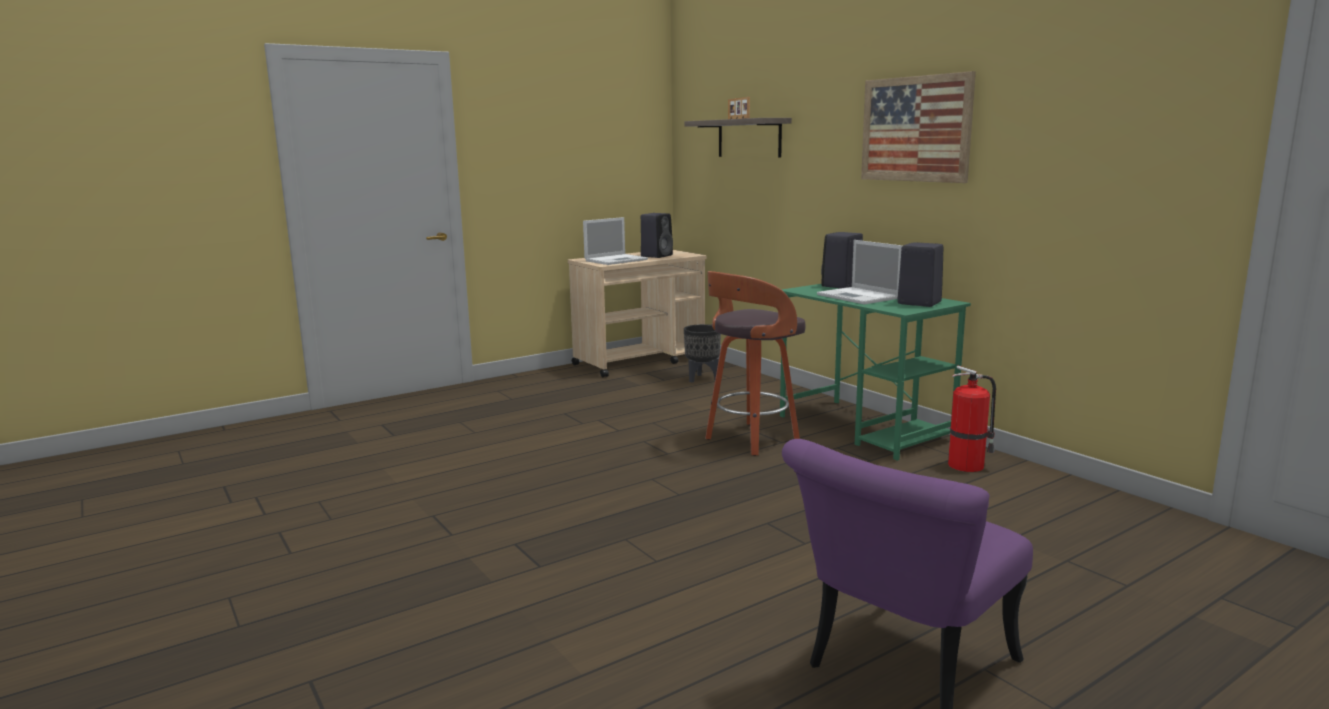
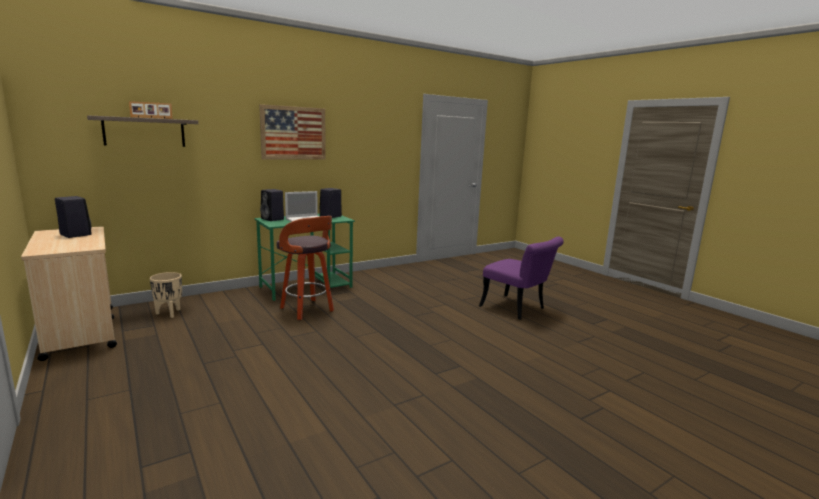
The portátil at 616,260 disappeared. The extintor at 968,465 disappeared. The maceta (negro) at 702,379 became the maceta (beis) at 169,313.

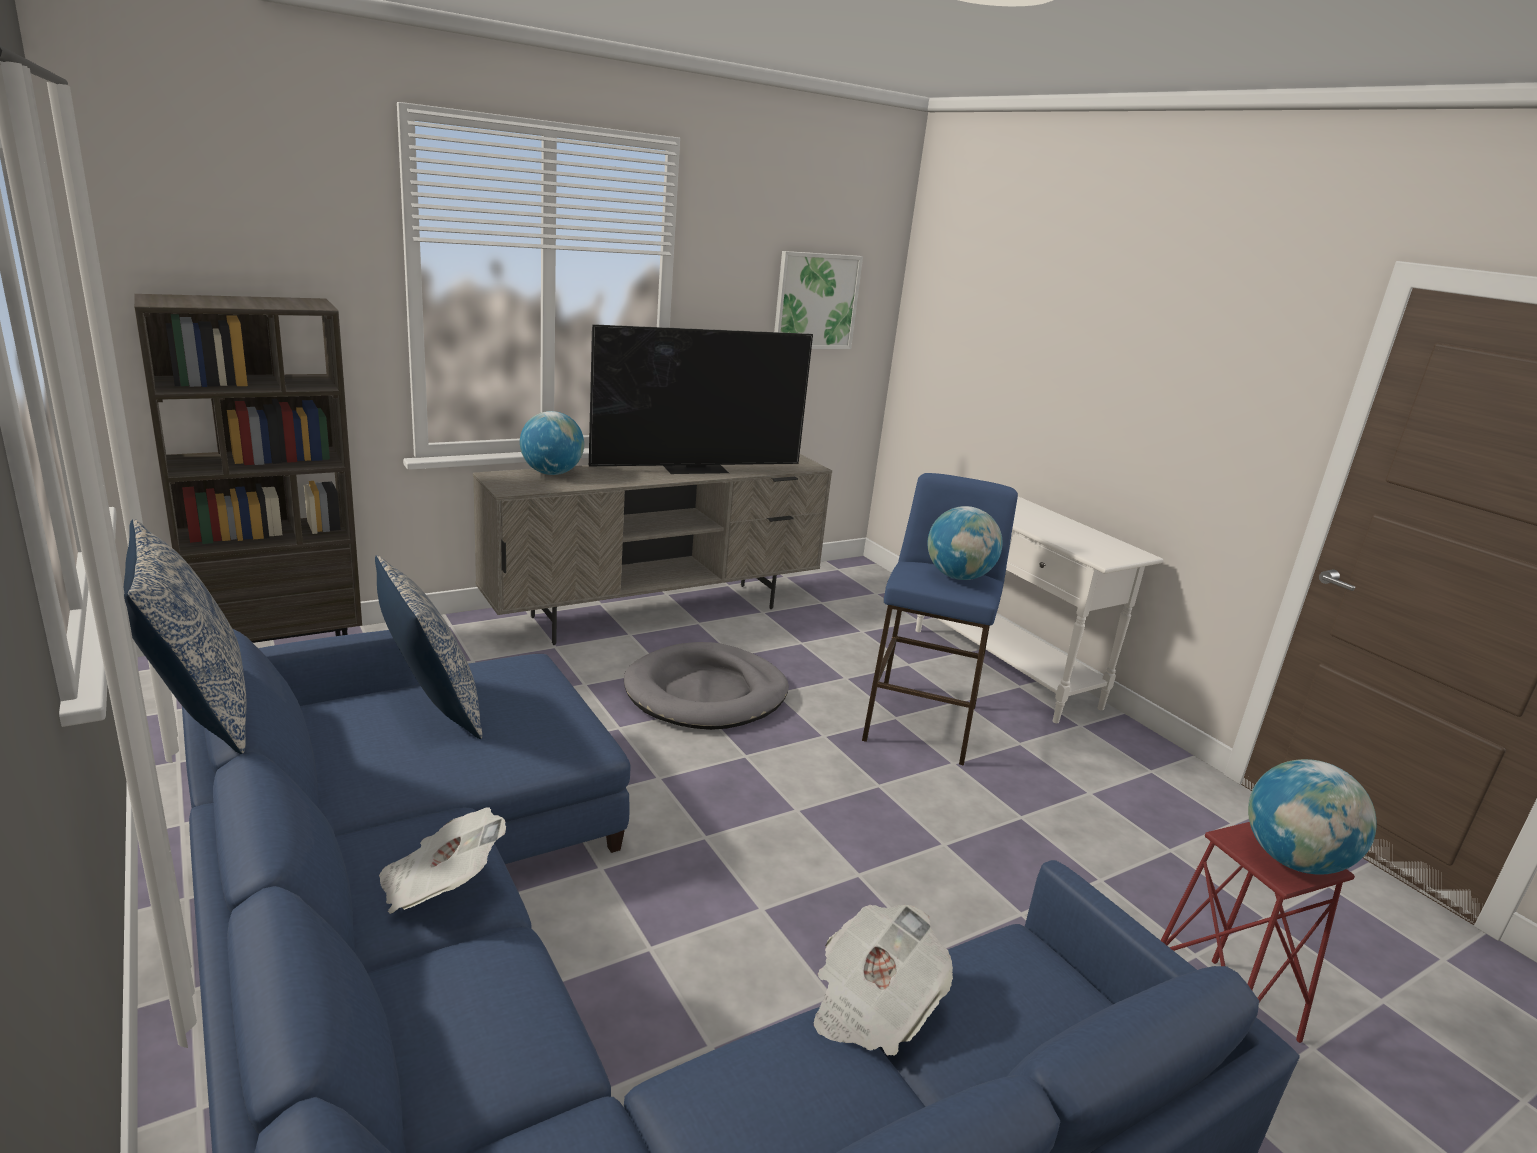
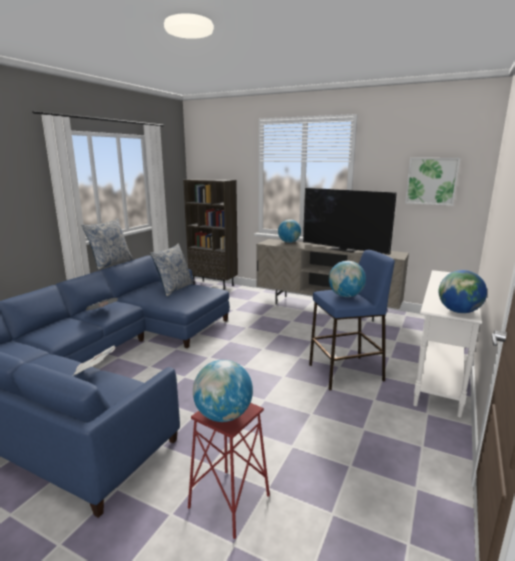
The cama para perro (gris) at 706,693 disappeared. The globo terráqueo at 458,311 appeared.

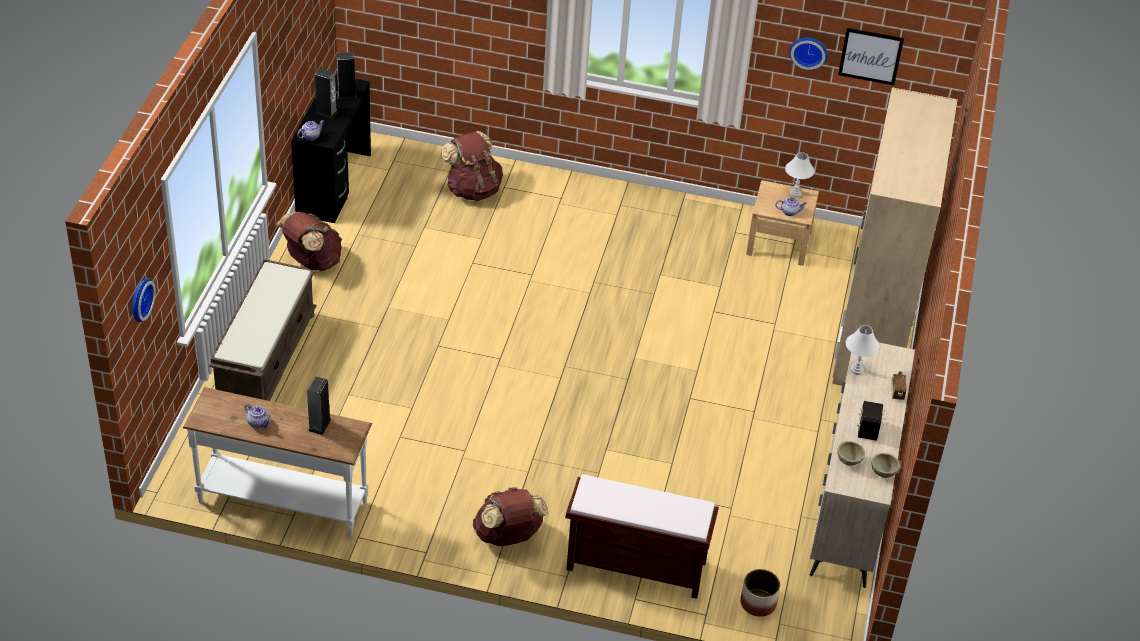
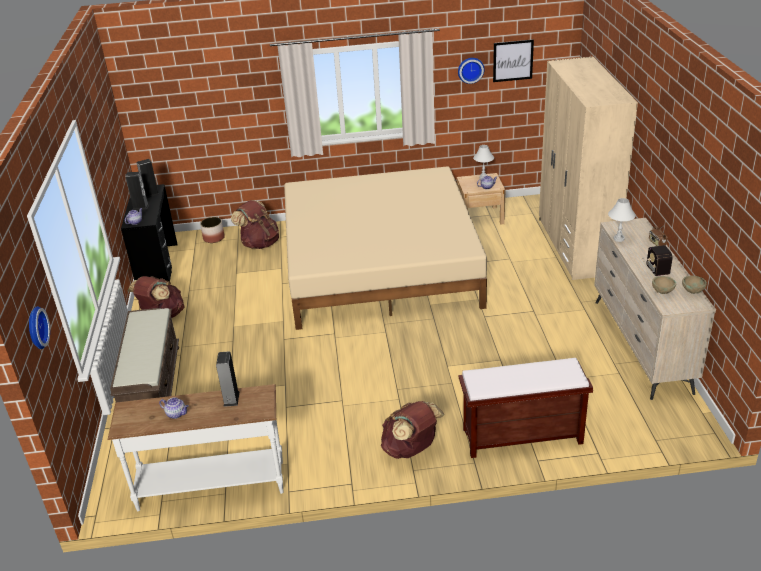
The cama (beis) at 380,265 appeared. The maceta moved from 758,603 to 214,238.

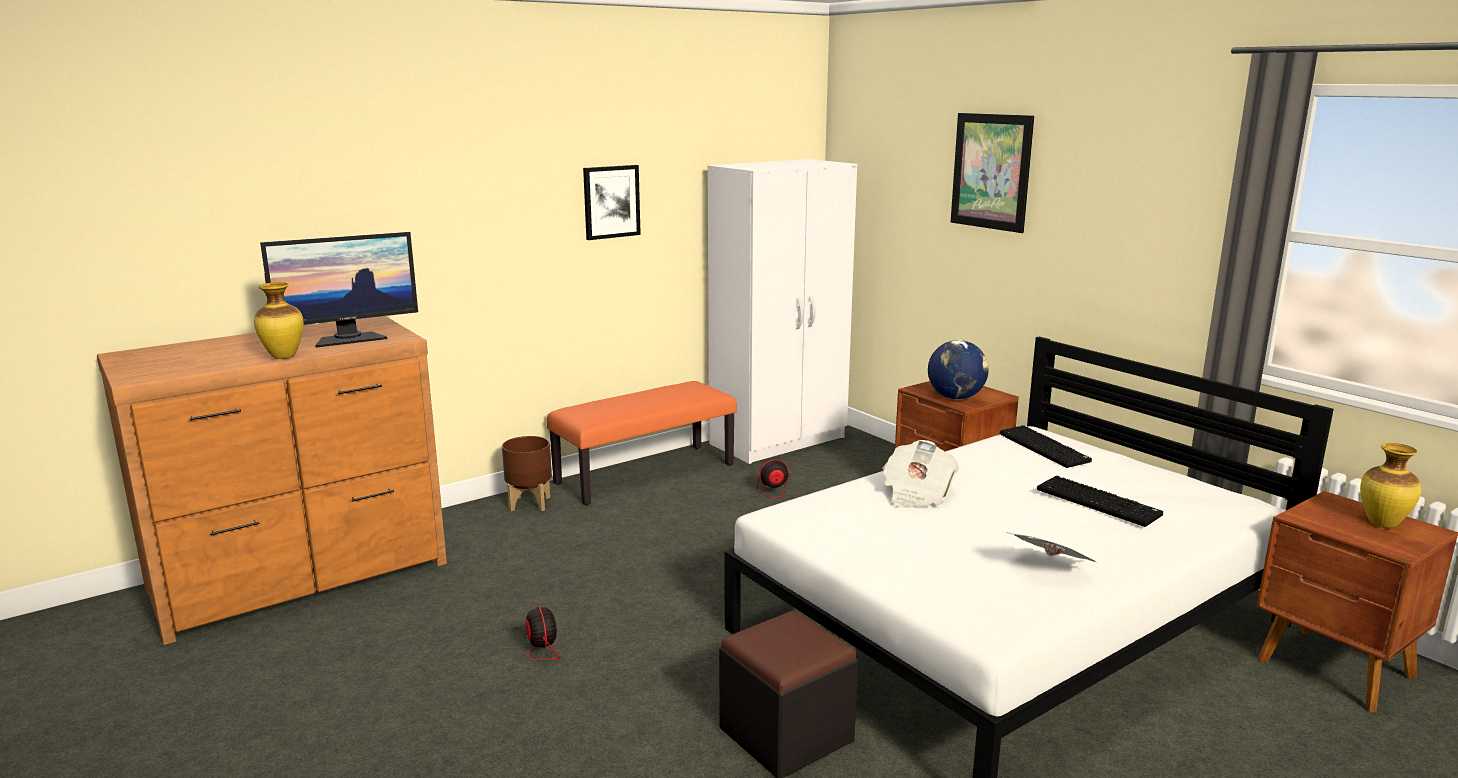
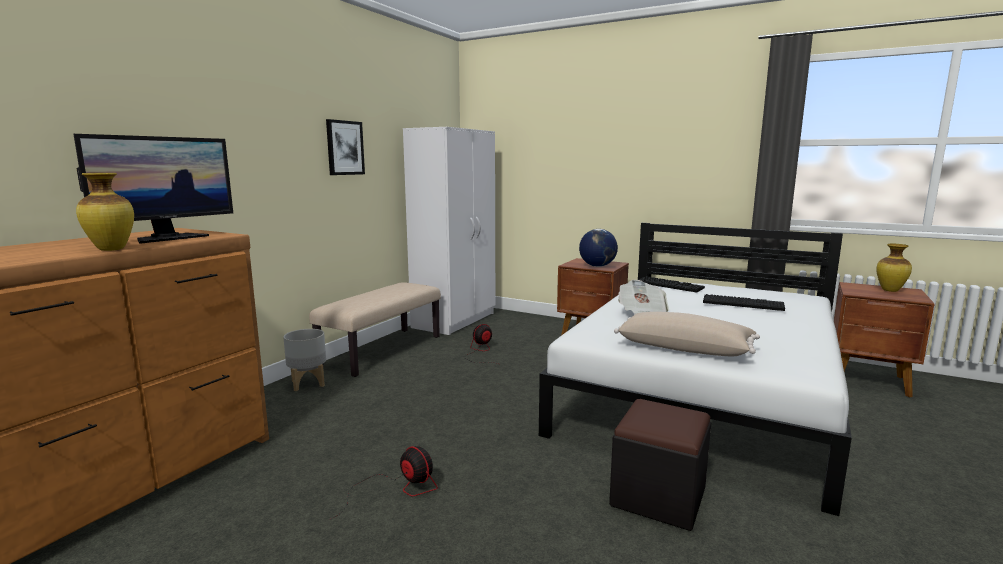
The cuadro at 991,171 disappeared. The periódico at 1051,569 disappeared. The cojín (beis) at 684,348 appeared. The maceta (marrón) at 530,504 became the maceta (gris) at 308,384. The banco (naranja) at 645,473 became the banco (beis) at 382,351.

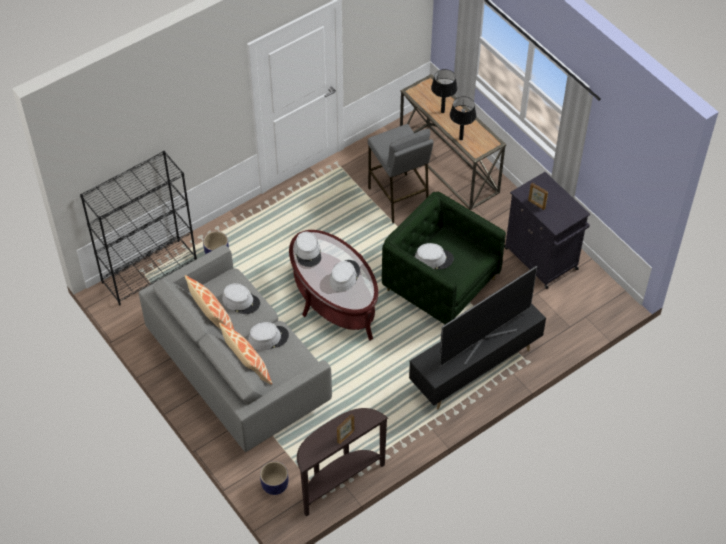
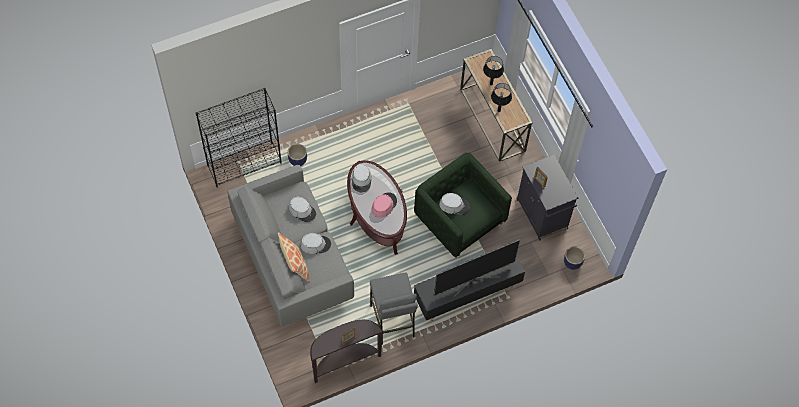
The cojín at 212,321 disappeared. The maceta moved from 275,485 to 572,262. The taburete (gris) moved from 398,199 to 392,321. The sombrero (gris) at 344,276 became the sombrero (rosa) at 384,205.

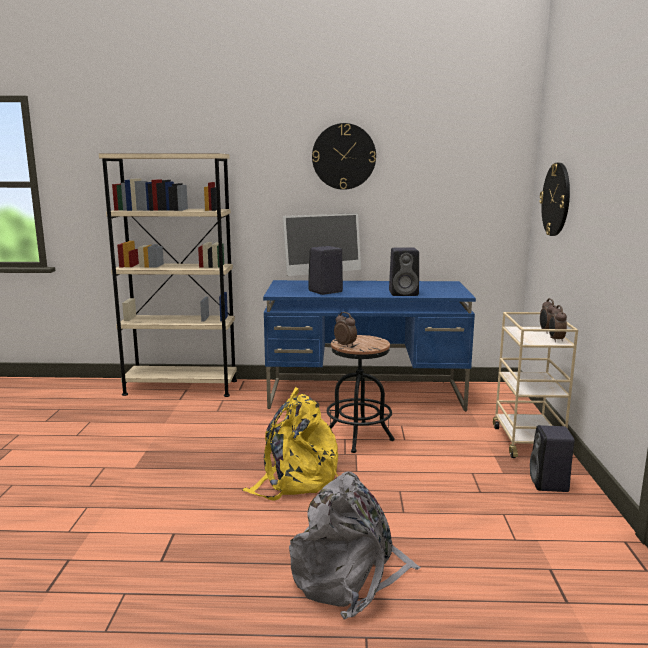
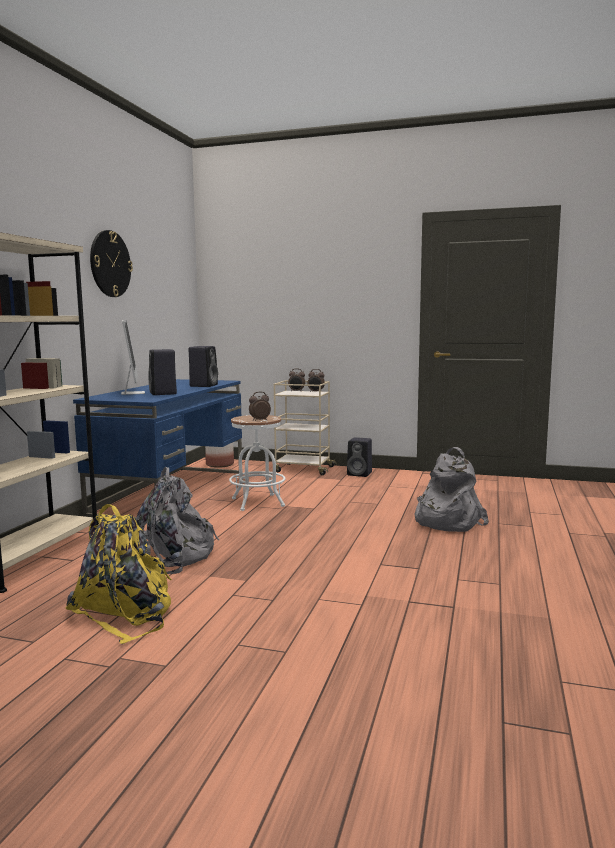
The reloj de pared at 556,199 disappeared. The mochila (gris) at 174,556 appeared. The maceta at 219,464 appeared. The mochila (amarillo) moved from 295,478 to 126,612. The taburete (negro) at 358,437 became the taburete (blanco) at 258,502.

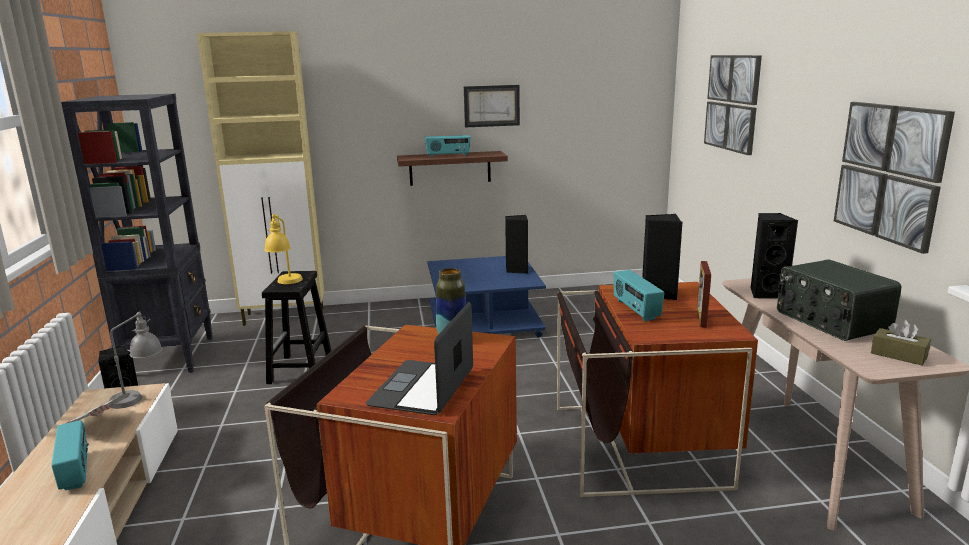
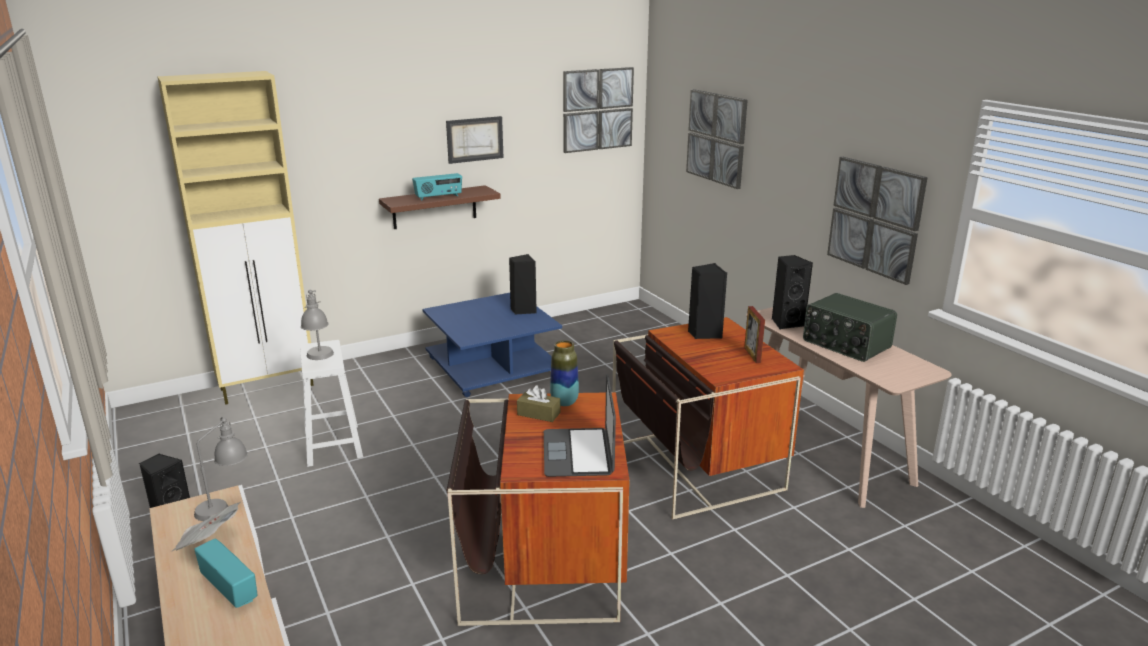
The estantería (negro) at 170,356 disappeared. The radio at 635,310 disappeared. The cuadro at 597,109 appeared. The caja de pañuelos (marrón) moved from 898,355 to 538,414. The taburete (negro) at 300,370 became the taburete (blanco) at 333,445. The lámpara de mesa (amarillo) at 286,283 became the lámpara de mesa (gris) at 320,359.

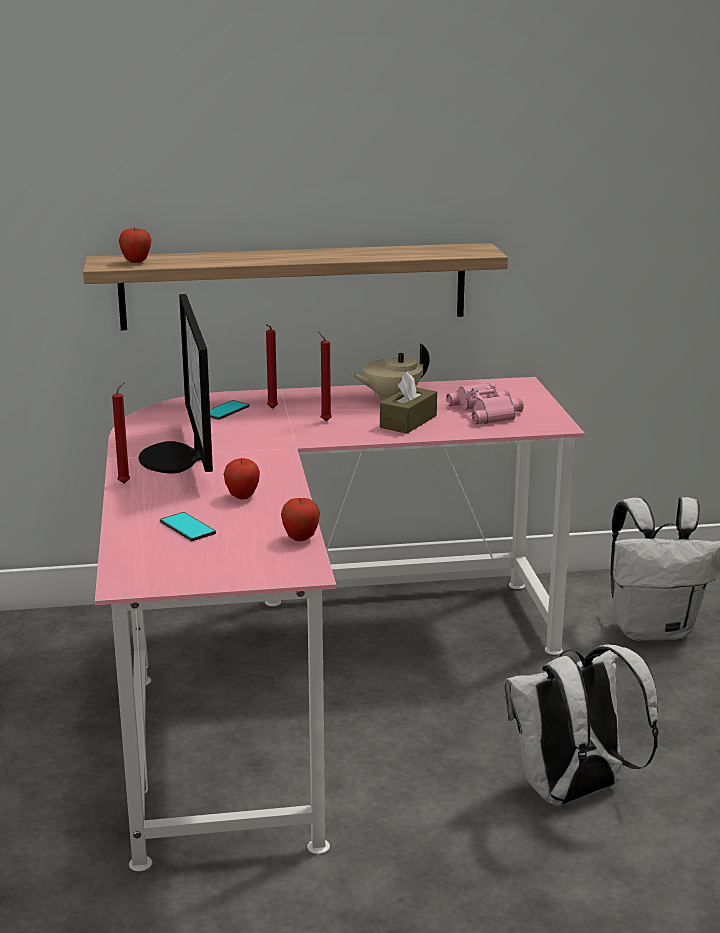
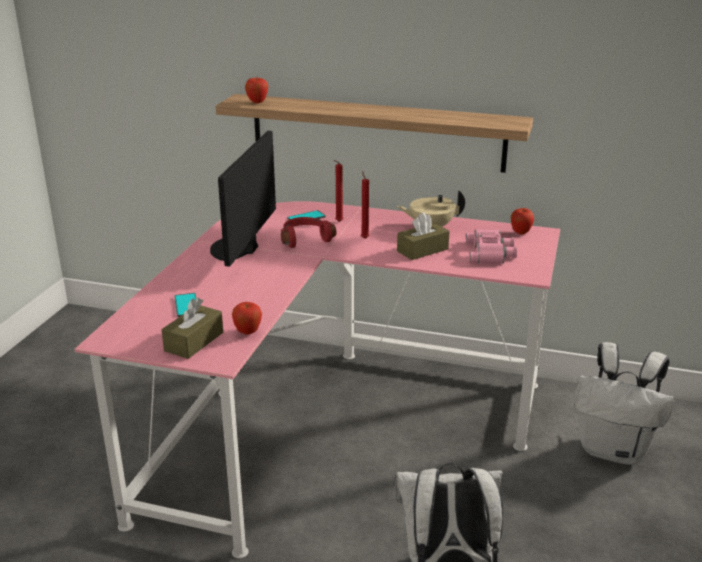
The vela (rojo) at 125,482 disappeared. The caja de pañuelos (marrón) at 194,341 appeared. The auriculares (rojo) at 305,239 appeared. The manzana moved from 242,497 to 520,233.

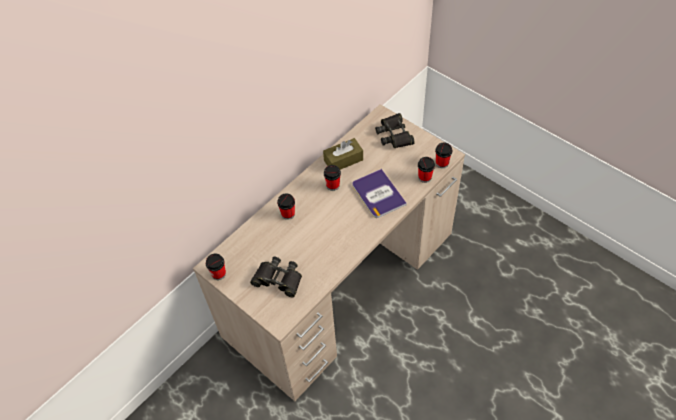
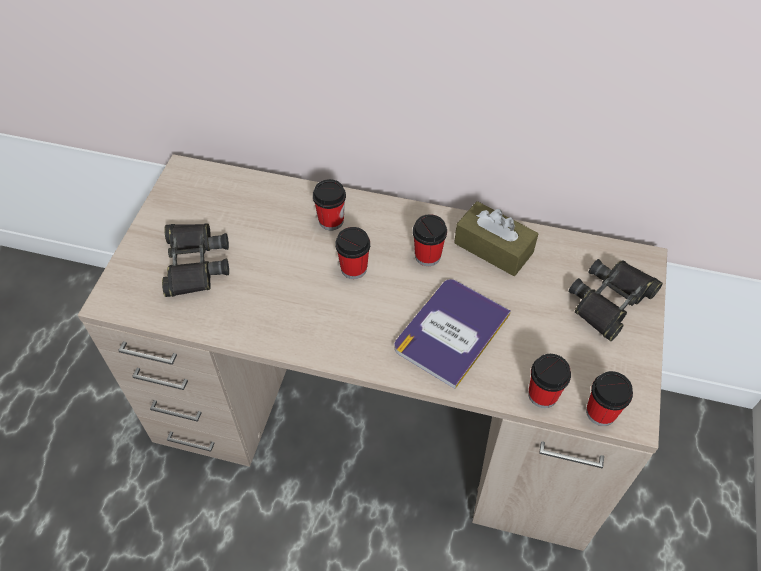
The taza moved from 218,274 to 354,268.

